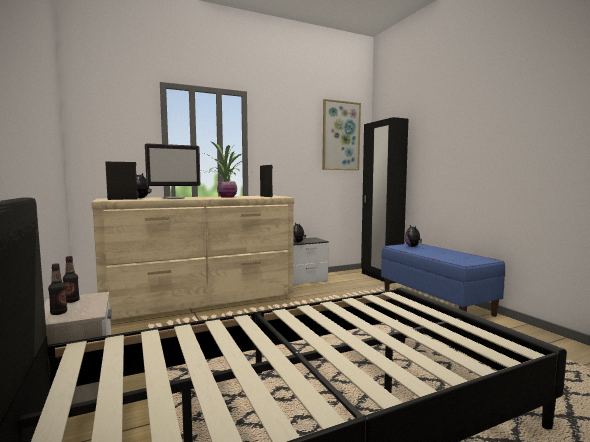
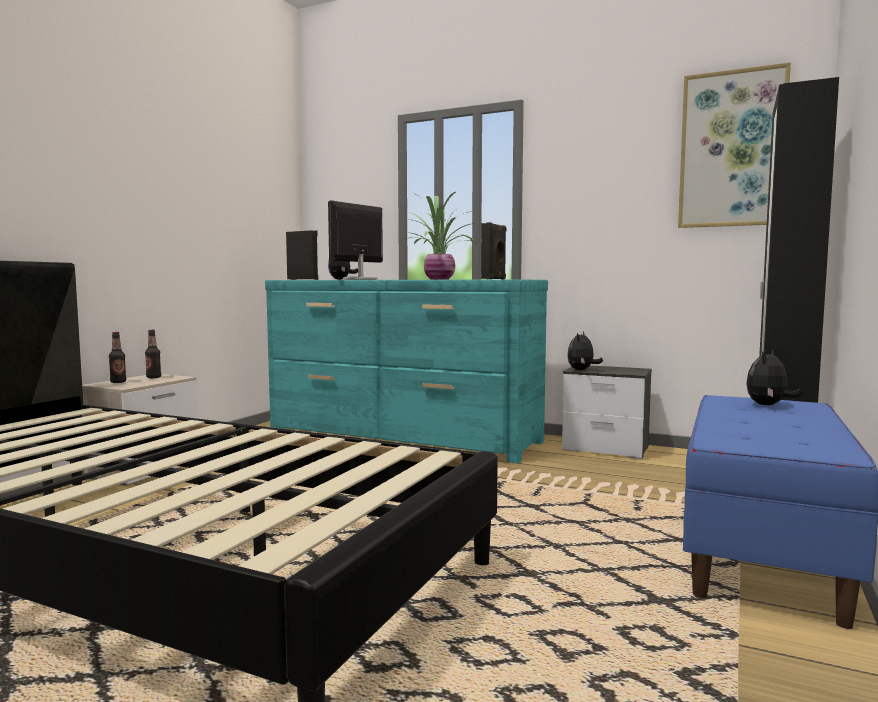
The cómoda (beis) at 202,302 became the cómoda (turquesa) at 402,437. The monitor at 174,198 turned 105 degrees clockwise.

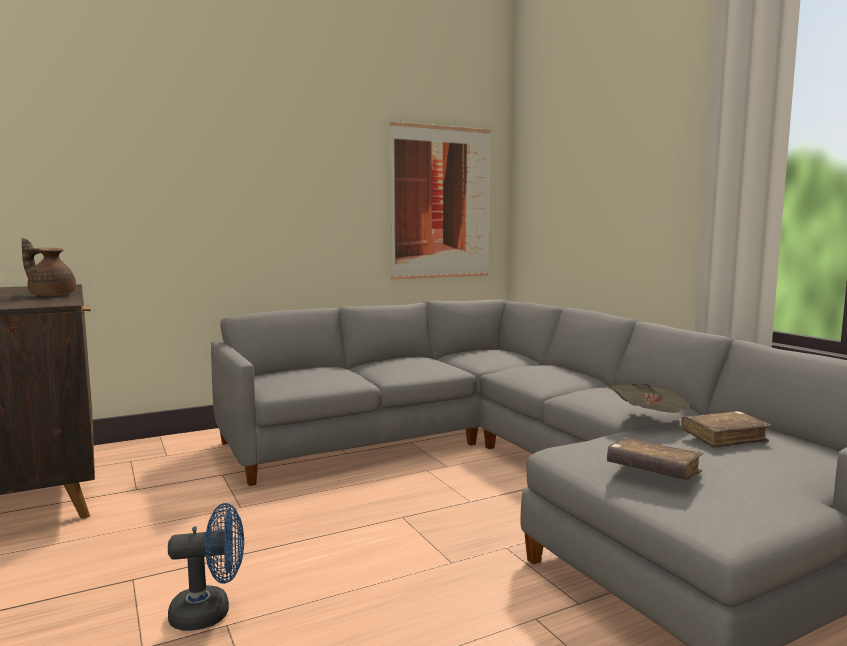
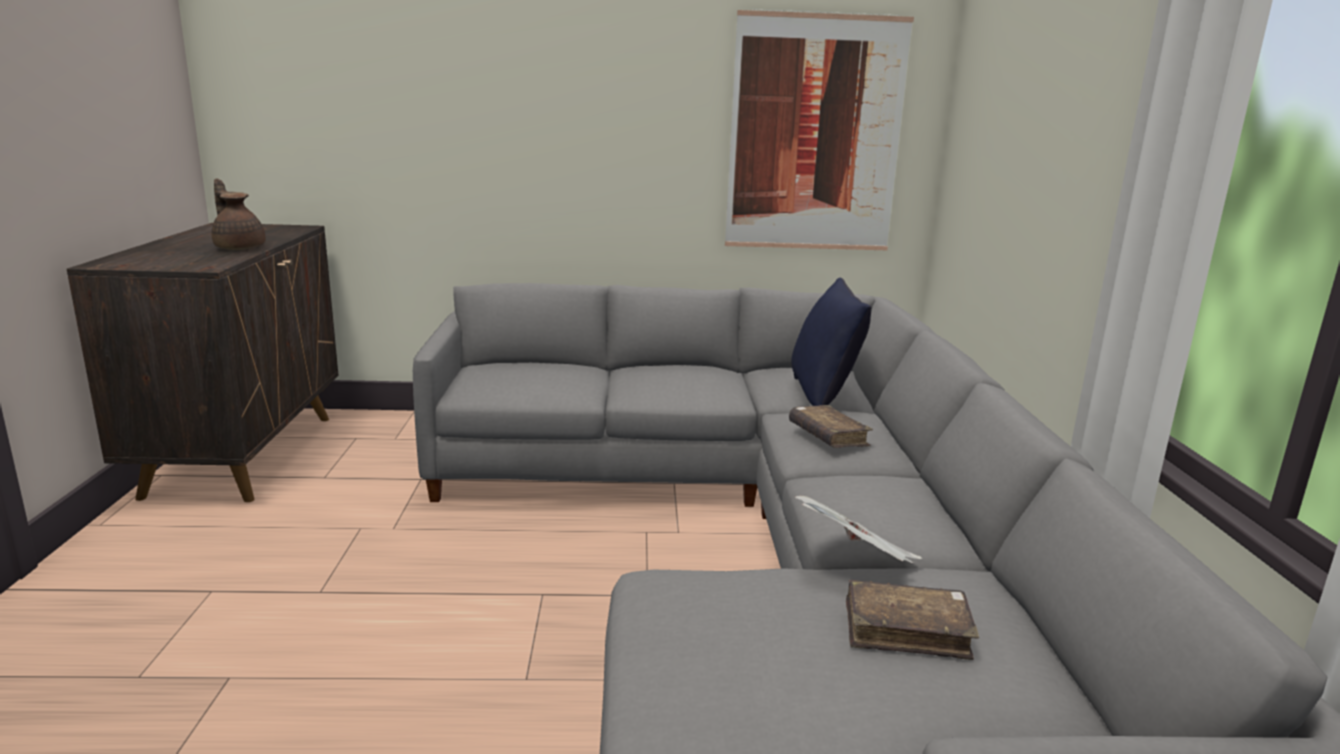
The ventilador (azul) at 210,613 disappeared. The cojín (azul) at 823,396 appeared. The libro (marrón) moved from 653,470 to 828,436.

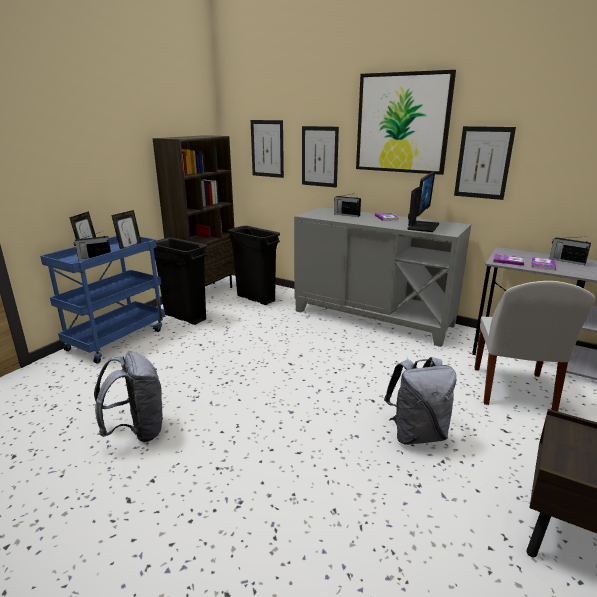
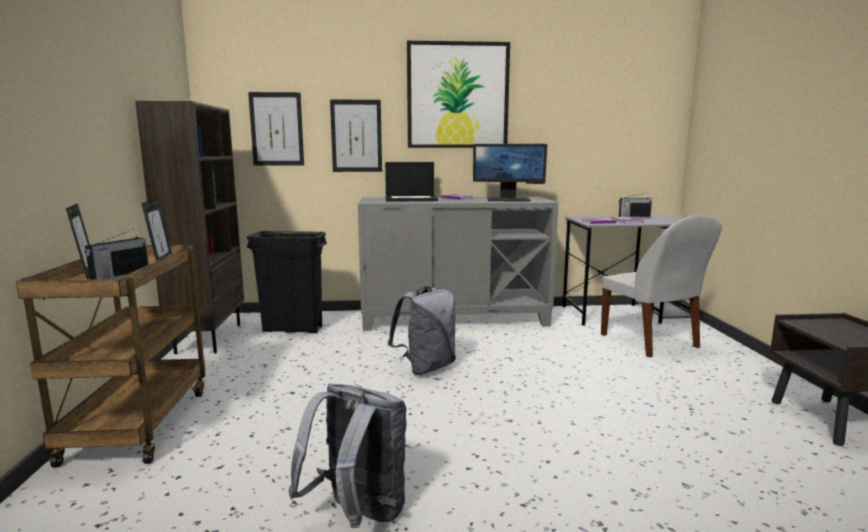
The papelera (negro) at 185,317 disappeared. The cuadro at 483,163 disappeared. The mochila (gris) moved from 417,434 to 426,367. The radio at 346,215 was replaced by the portátil at 411,199. The carrito (azul) at 117,339 became the carrito (marrón) at 138,423. The monitor at 422,226 turned 105 degrees clockwise.

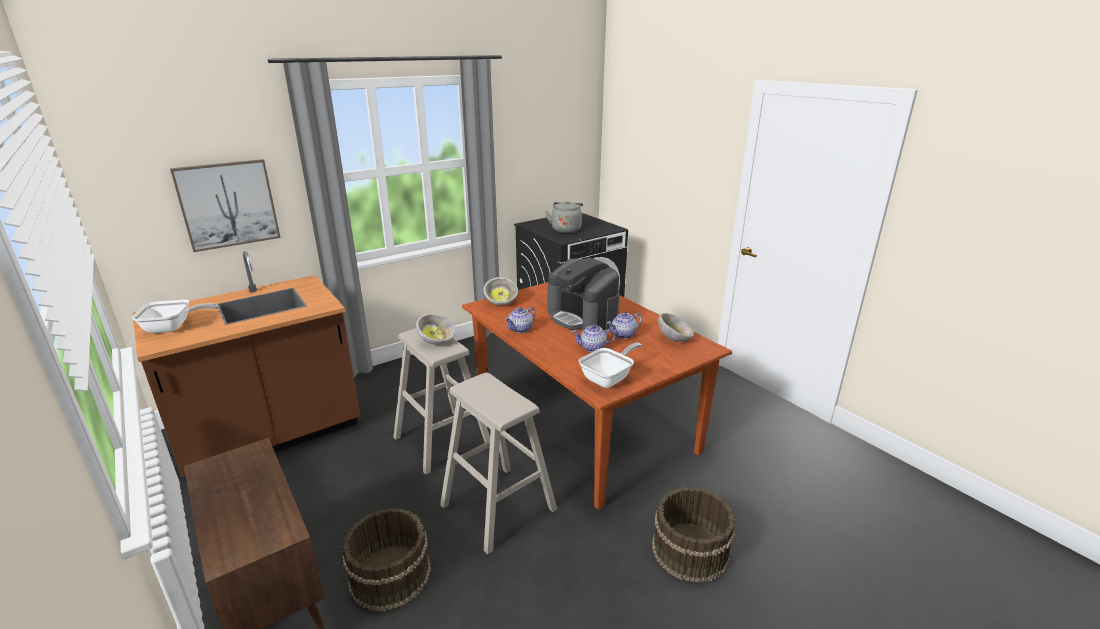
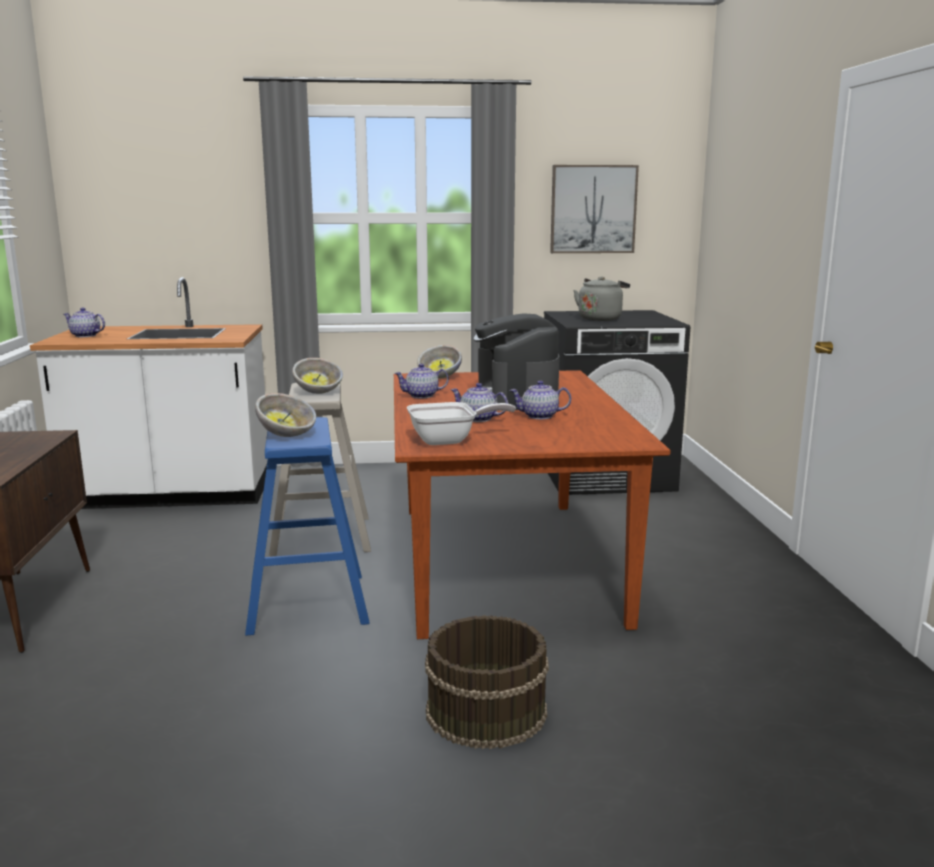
The cubo (marrón) at 389,574 disappeared. The cuadro moved from 228,204 to 593,209. The cuenco moved from 674,338 to 287,434. The sartén at 173,328 was replaced by the tetera at 85,336. The mueble bajo de cocina (marrón) at 271,435 became the mueble bajo de cocina (blanco) at 171,494. The taburete (beis) at 498,507 became the taburete (azul) at 307,603.

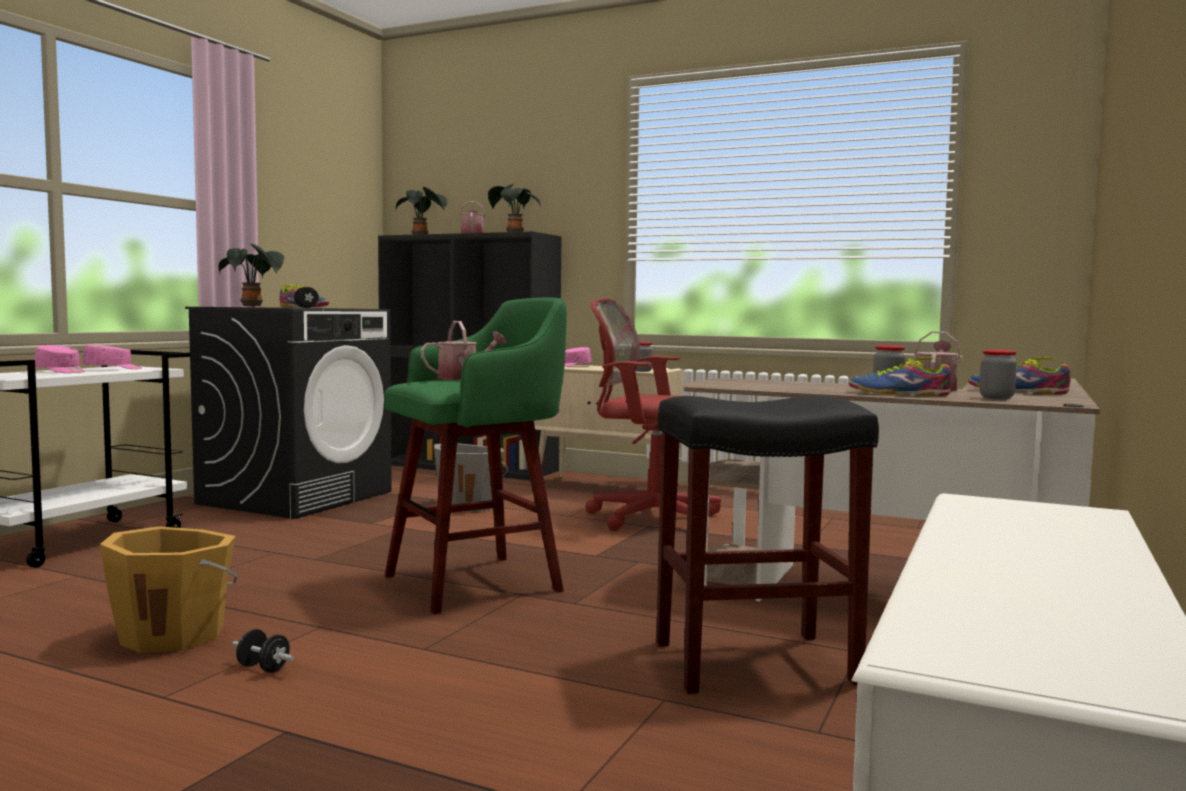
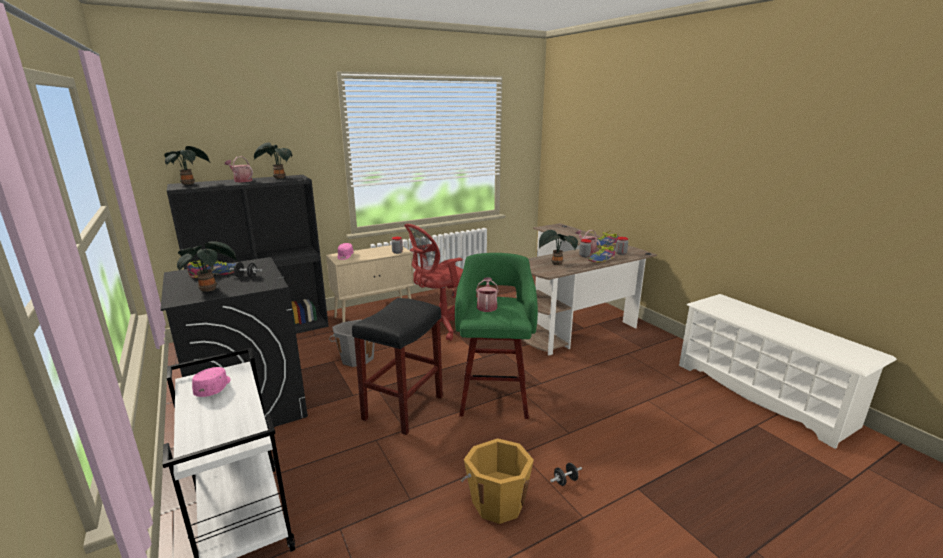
The gorra (rosa) at 61,371 disappeared. The planta en maceta at 555,264 appeared. The taburete (negro) moved from 756,661 to 403,407.

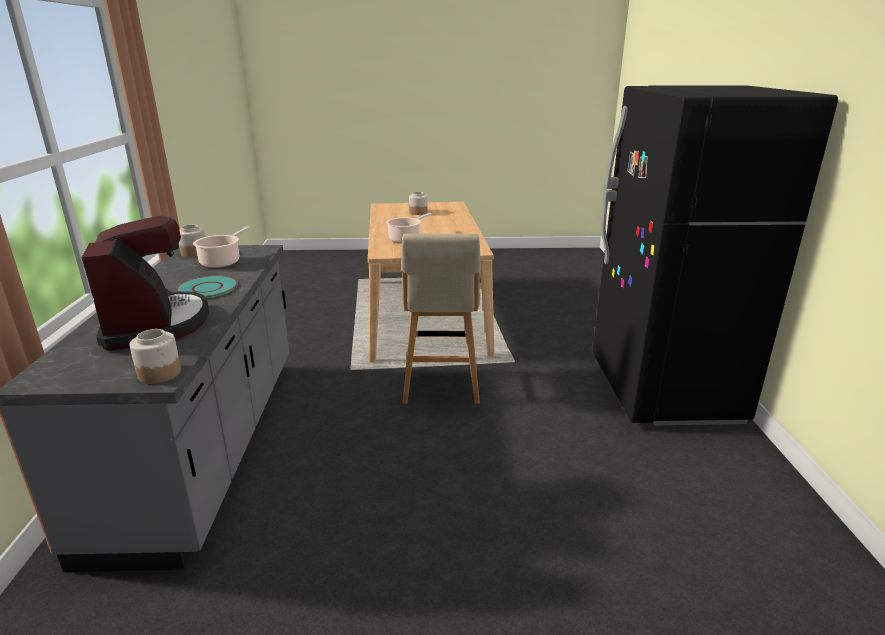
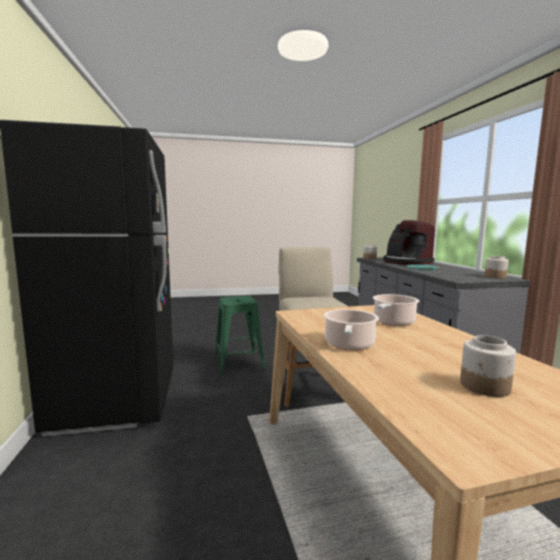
The taburete (verde) at 238,363 appeared. The olla moved from 222,262 to 349,345.

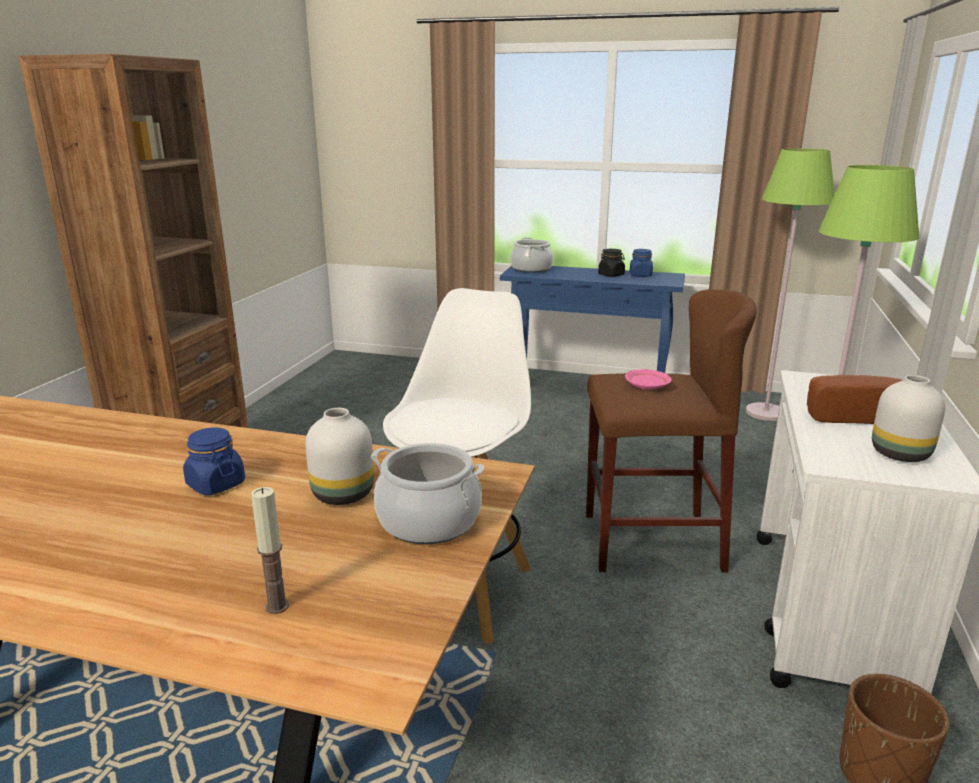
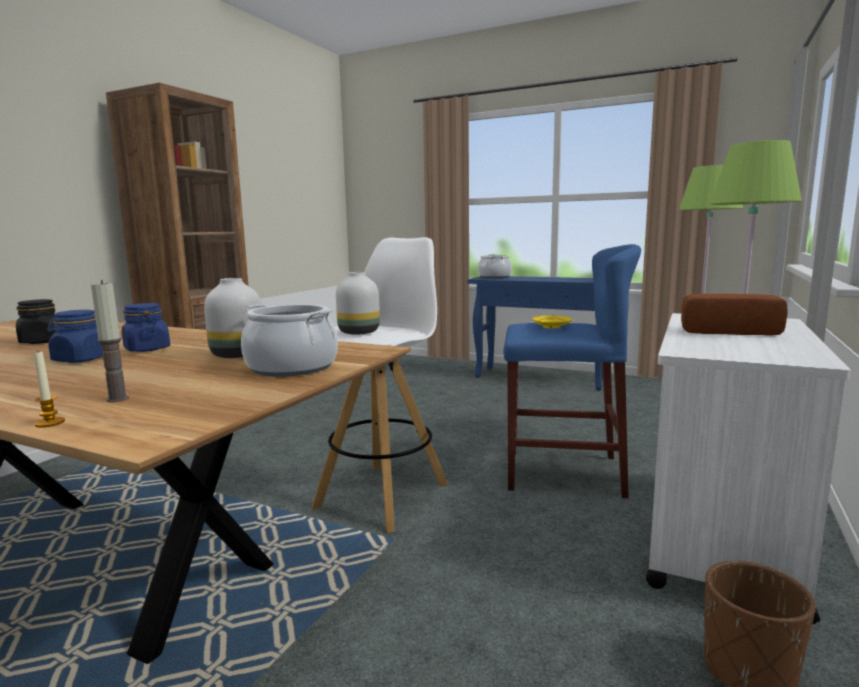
The vela at 50,423 appeared. The tarro (negro) moved from 611,275 to 41,341. The tarro (azul) moved from 640,275 to 81,359. The florero (blanco) moved from 902,454 to 360,332. The taburete (marrón) at 651,541 became the taburete (azul) at 563,473. The plato (rosa) at 646,386 became the plato (amarillo) at 551,327.

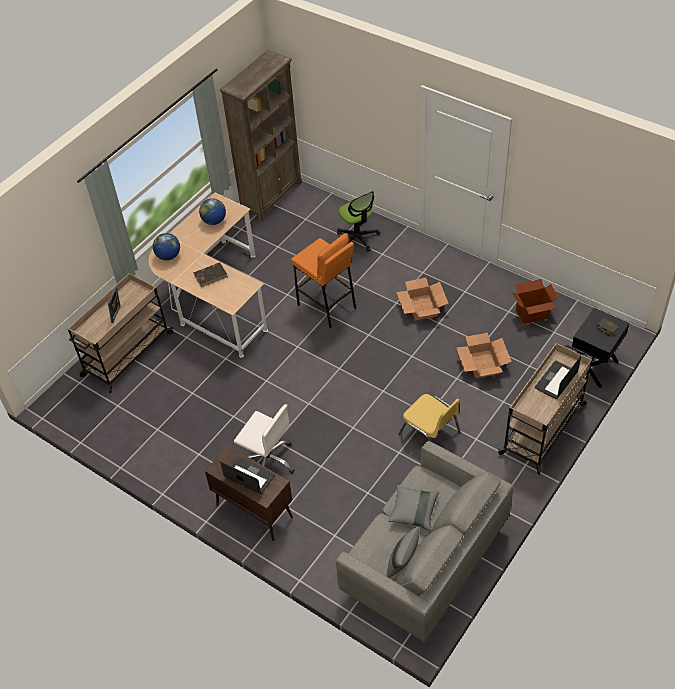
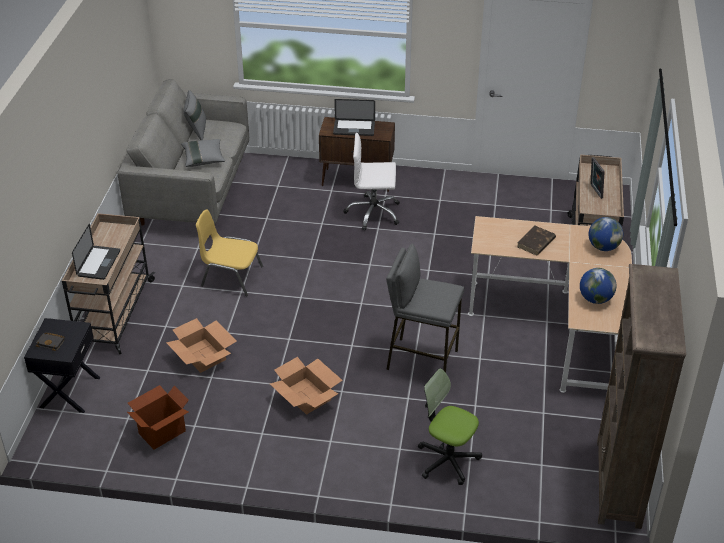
The taburete (naranja) at 327,306 became the taburete (gris) at 422,360.

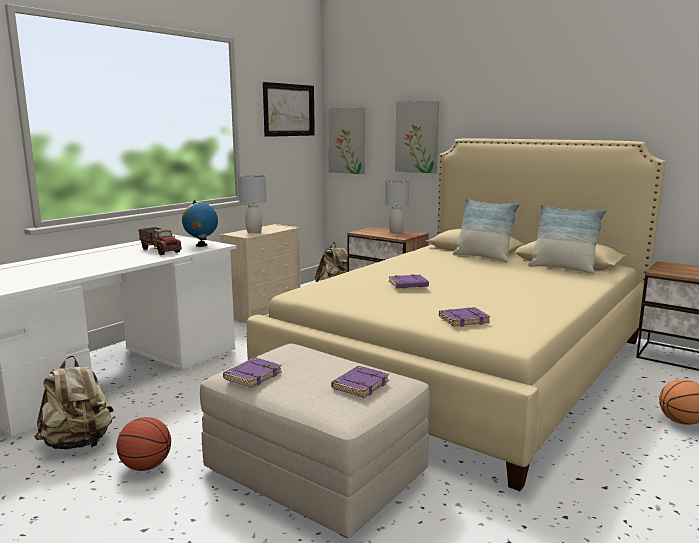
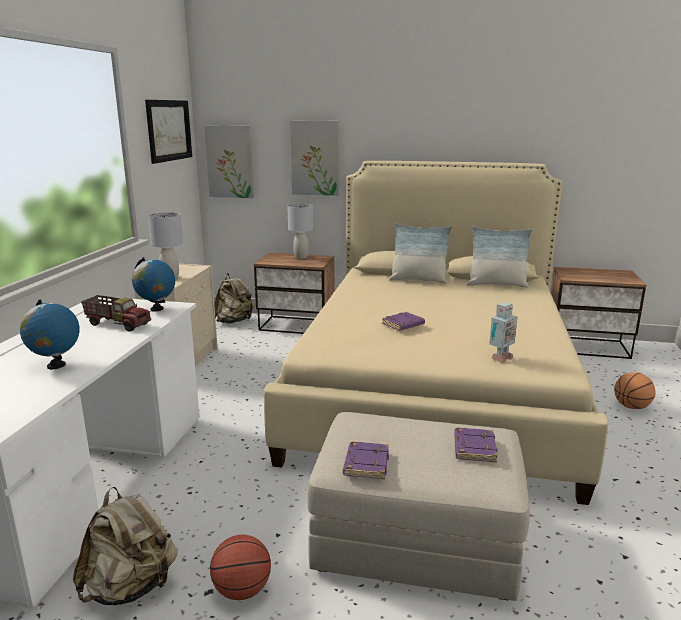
The globo terráqueo at 56,366 appeared. The libro (morado) at 463,320 was replaced by the robot de juguete at 500,358.

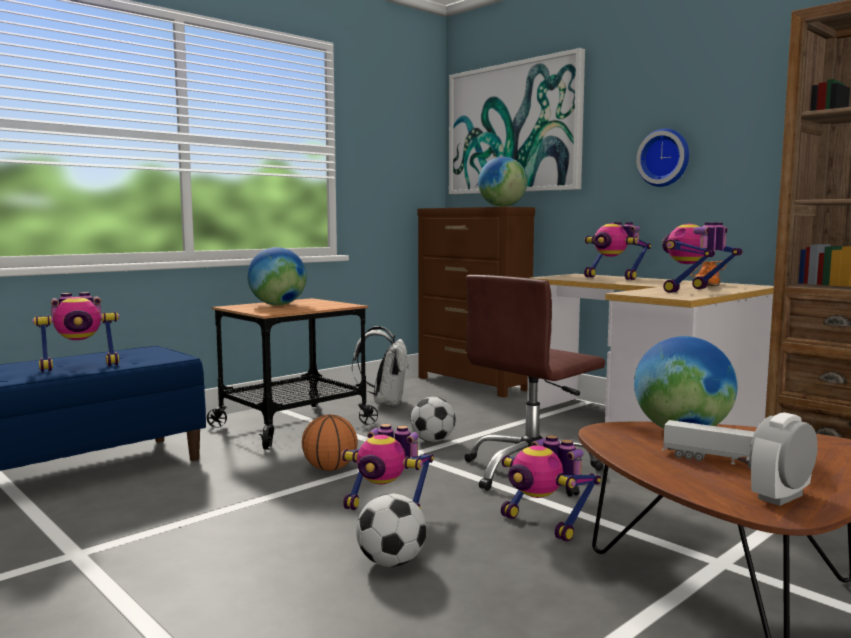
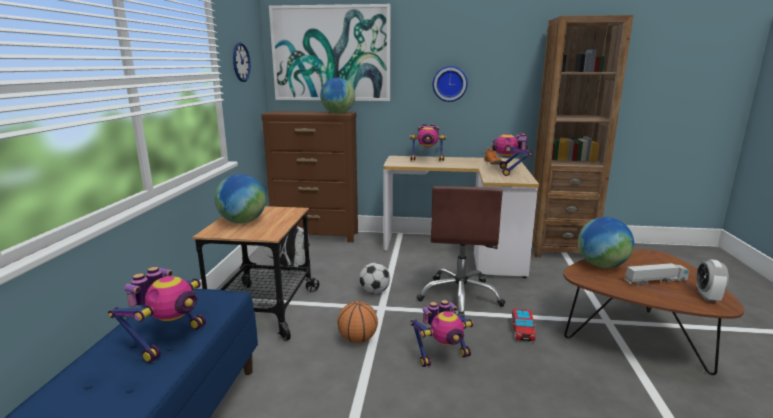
The balón de fútbol at 392,562 disappeared. The reloj de pared at 241,62 appeared. The robot de juguete at 543,524 was replaced by the coche de juguete at 522,330.

